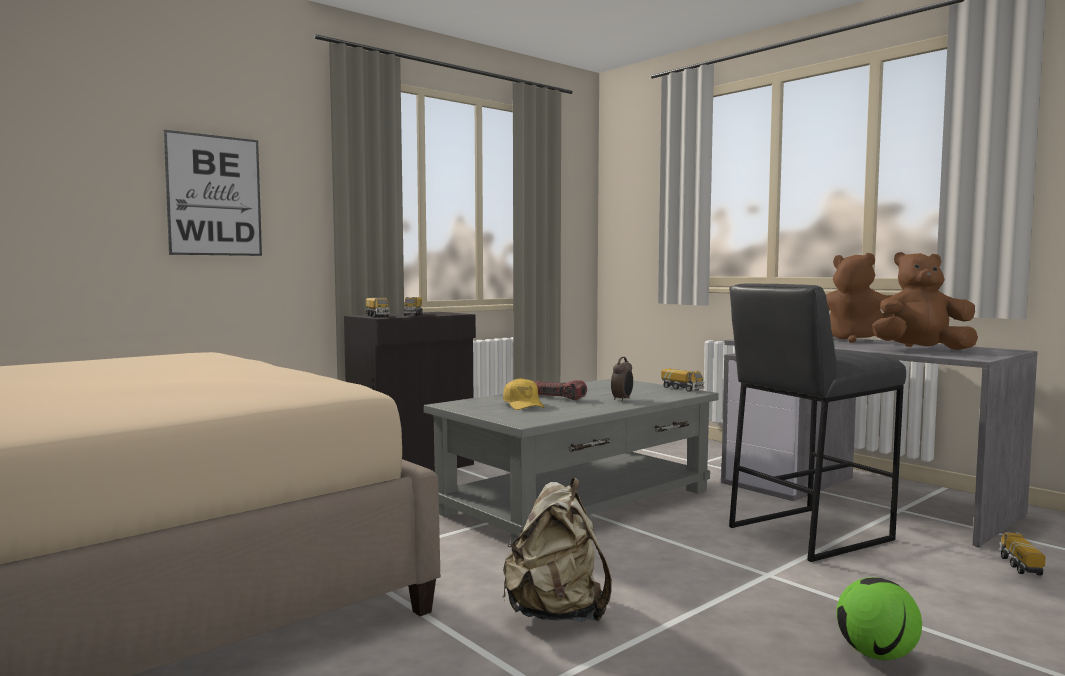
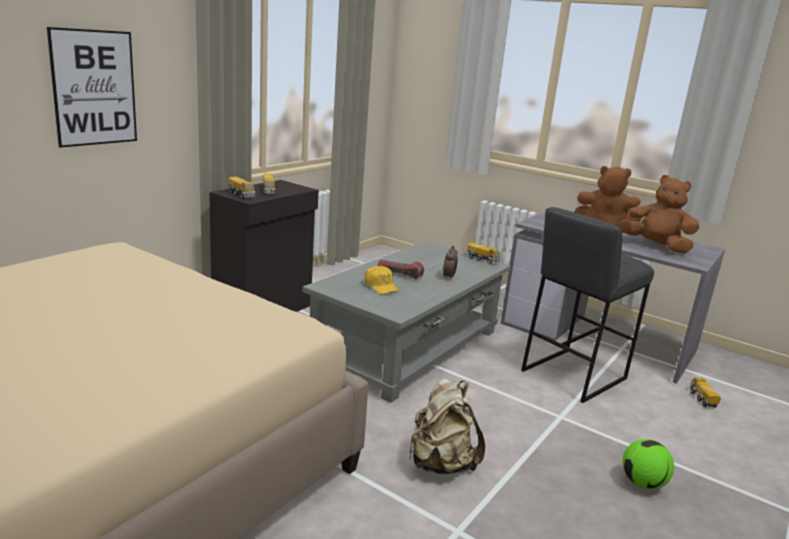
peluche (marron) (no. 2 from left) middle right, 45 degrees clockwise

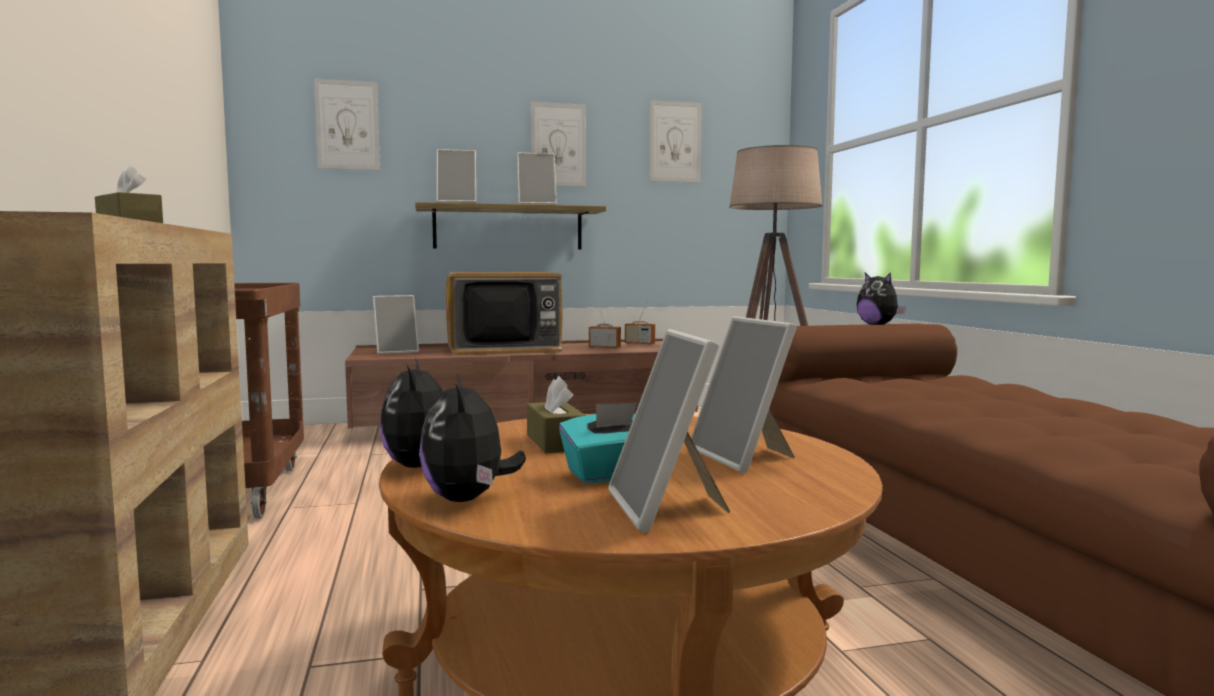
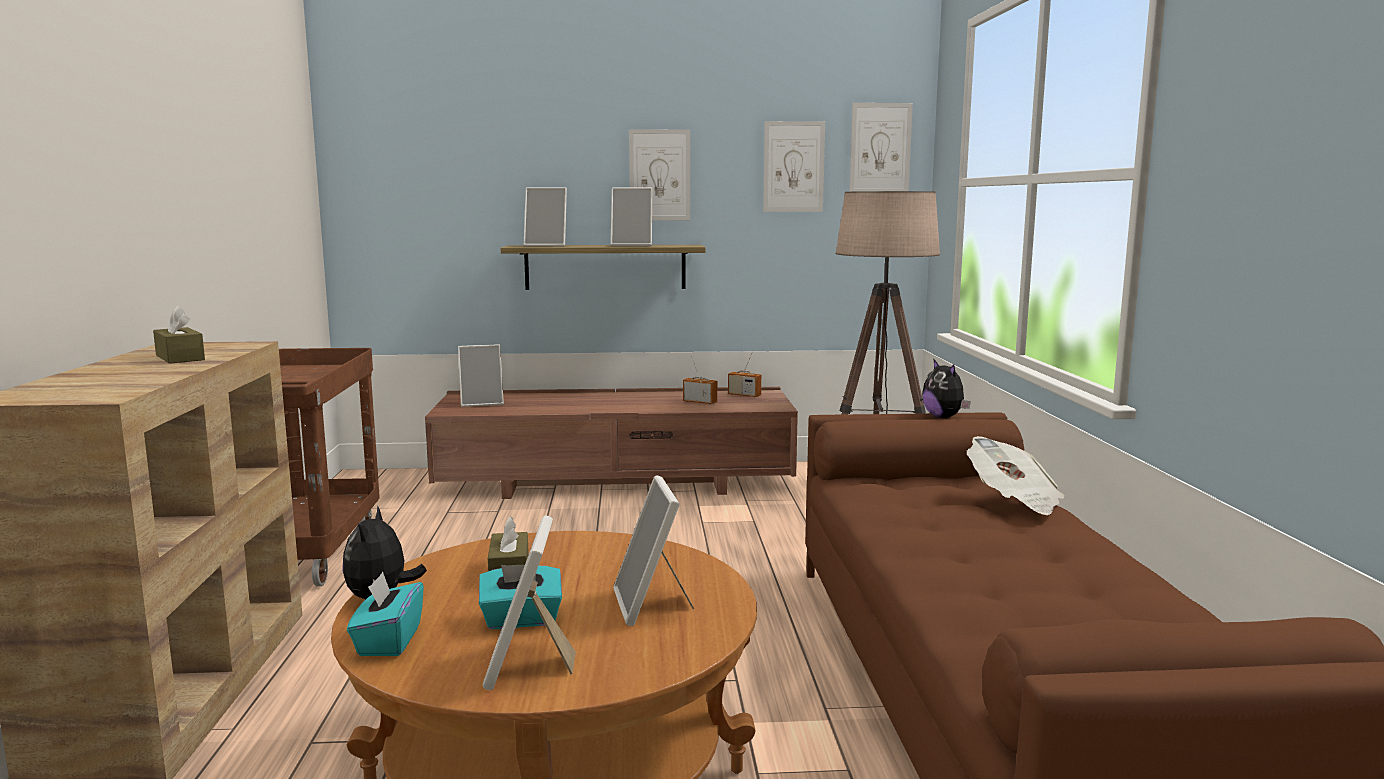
tableau (no. 1 from left in the first image) top left -> tableau (no. 3 from left) top centre, shifted
peluche (no. 2 from left) centre -> boîte à mouchoirs (turquoise) (no. 1 from left) bottom left
téléviseur centre -> none
none -> journal middle right

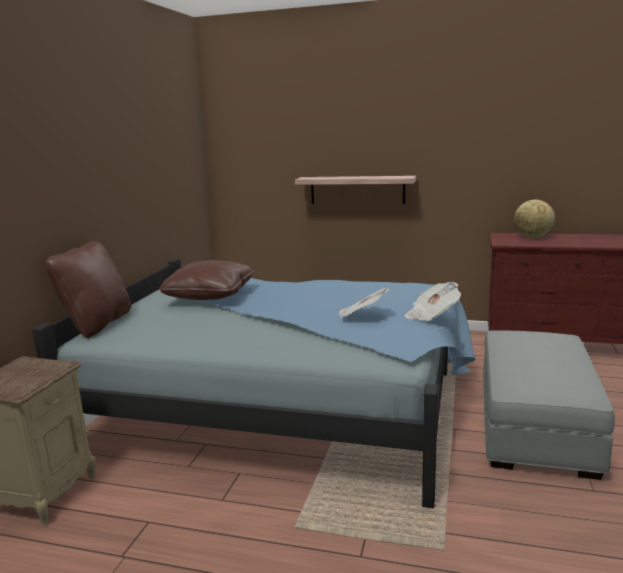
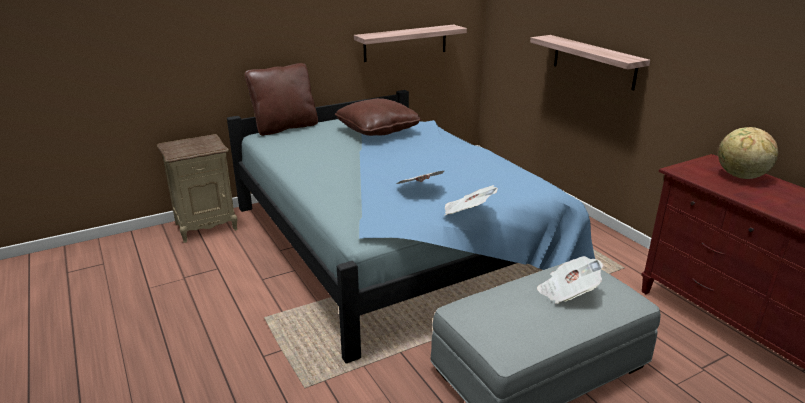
none -> étagère (no. 1 from left) top centre
none -> journal (no. 3 from left) bottom right

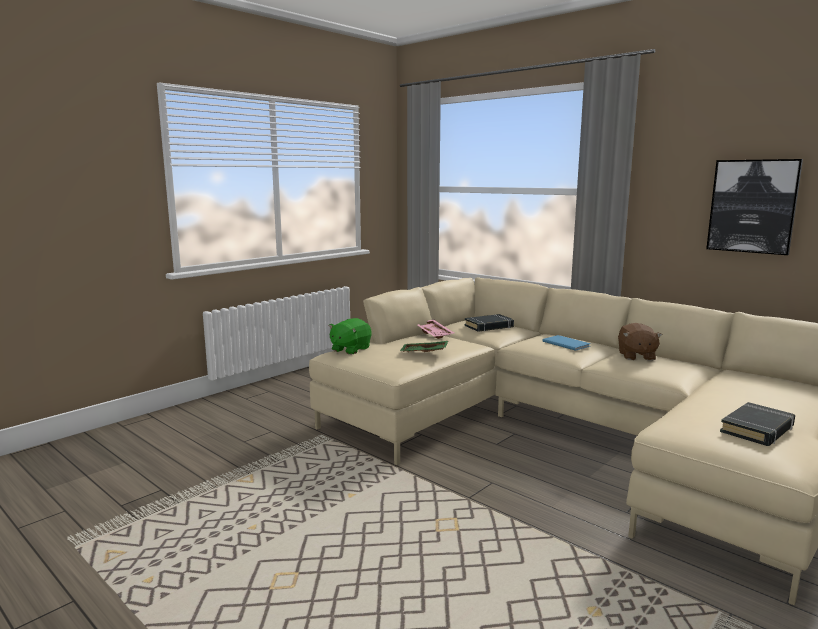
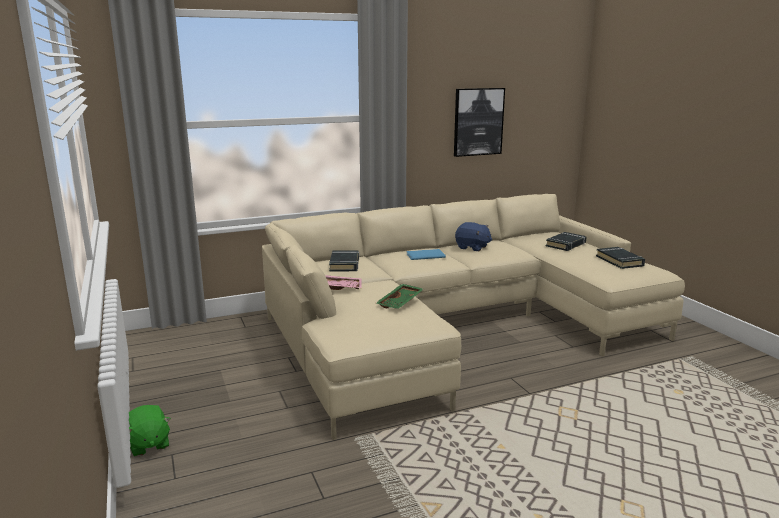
peluche (vert) centre -> peluche (vert) bottom left, shifted
peluche (marron) middle right -> peluche (bleu) centre
none -> livre (noir) (no. 2 from left) middle right

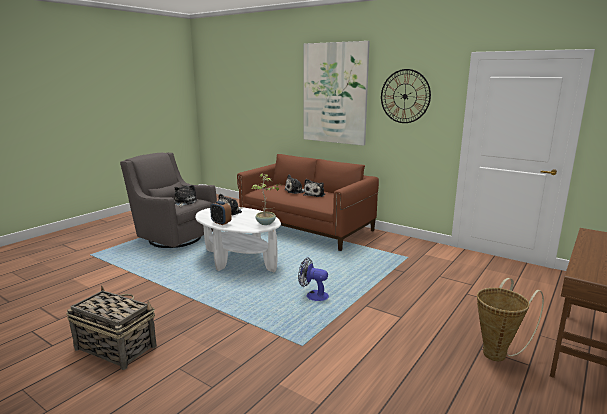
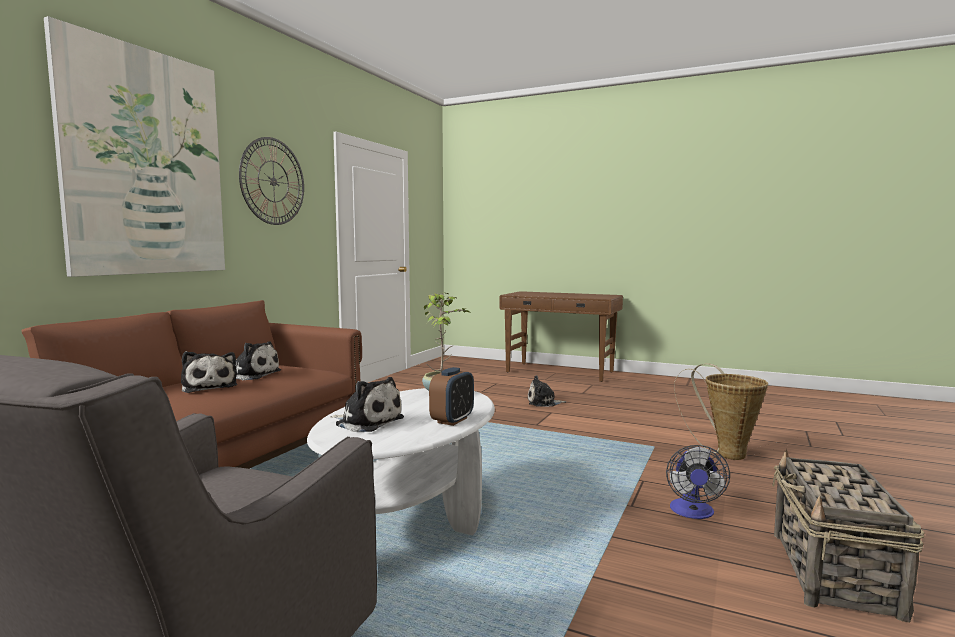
peluche (no. 1 from left in the first image) middle left -> peluche (no. 4 from left) centre, shifted
ventilateur bottom centre -> ventilateur bottom right, shifted
panier (no. 2 from left in the first image) bottom right -> panier (no. 1 from left) middle right, shifted

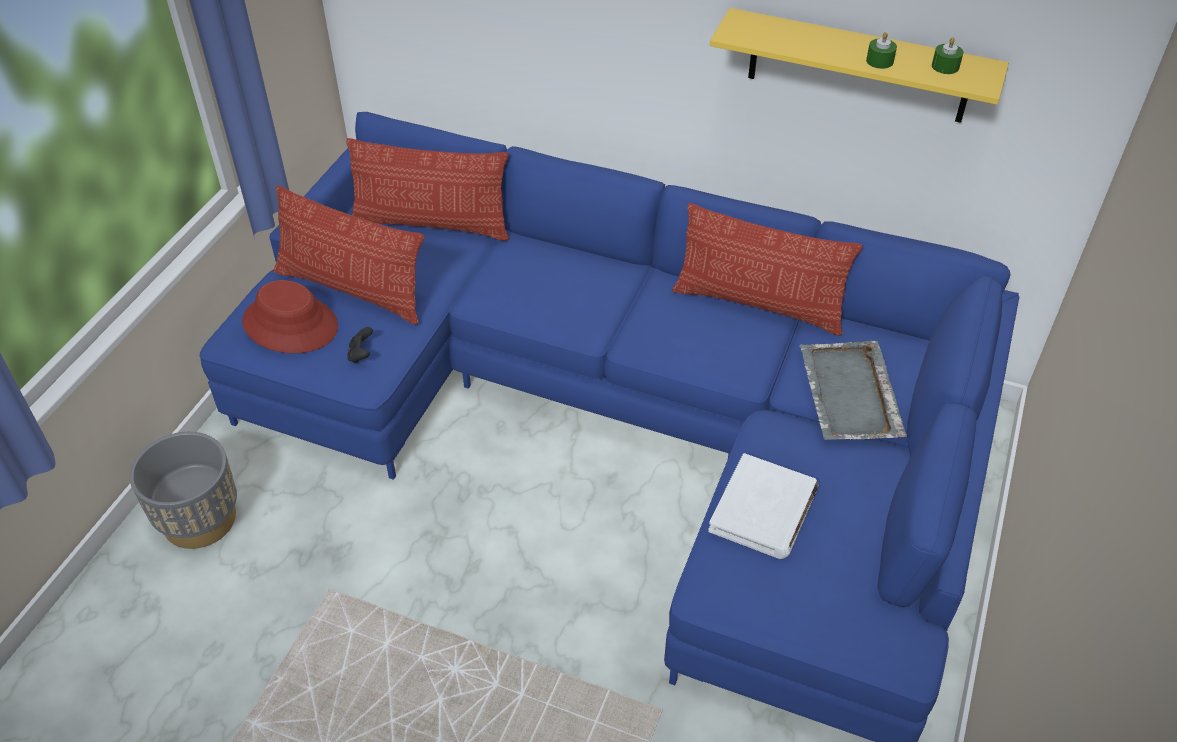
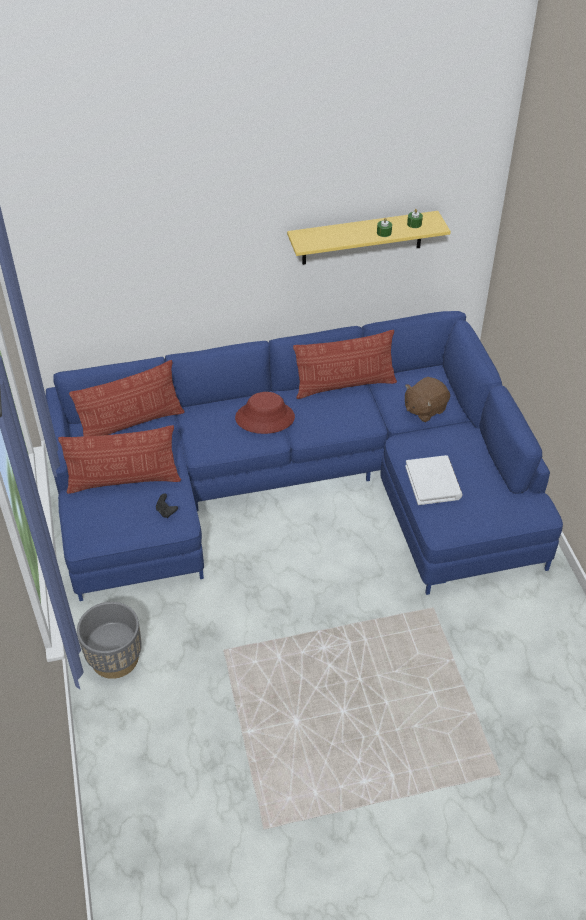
chapeau (rouge) middle left -> chapeau (rouge) centre, shifted
plateau (gris) middle right -> peluche (marron) middle right

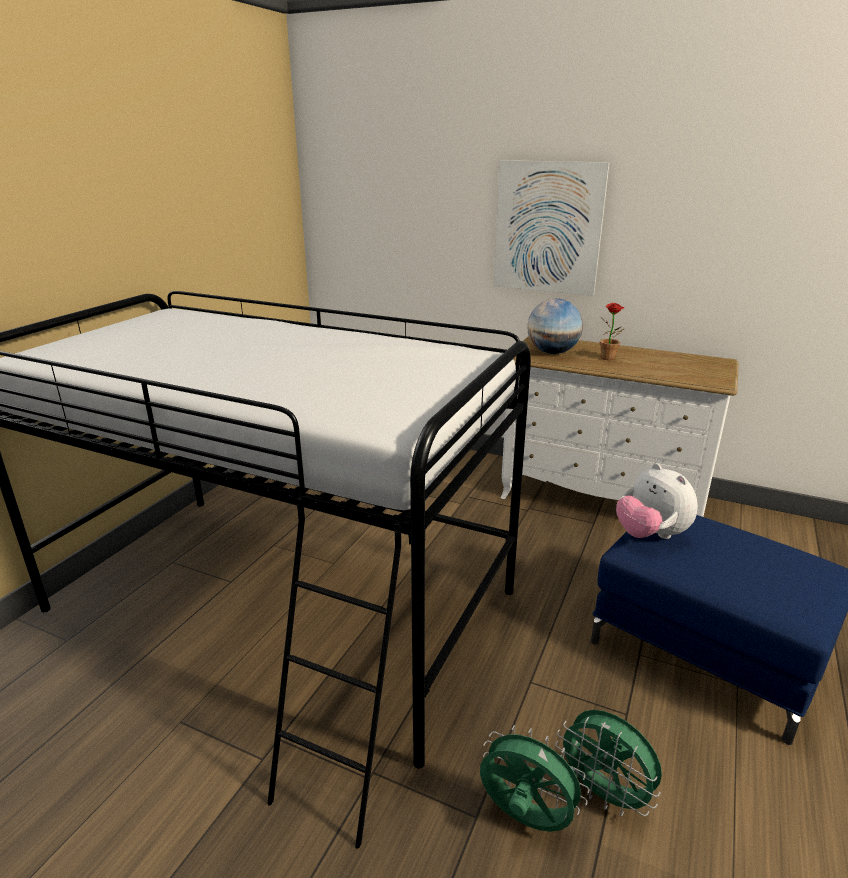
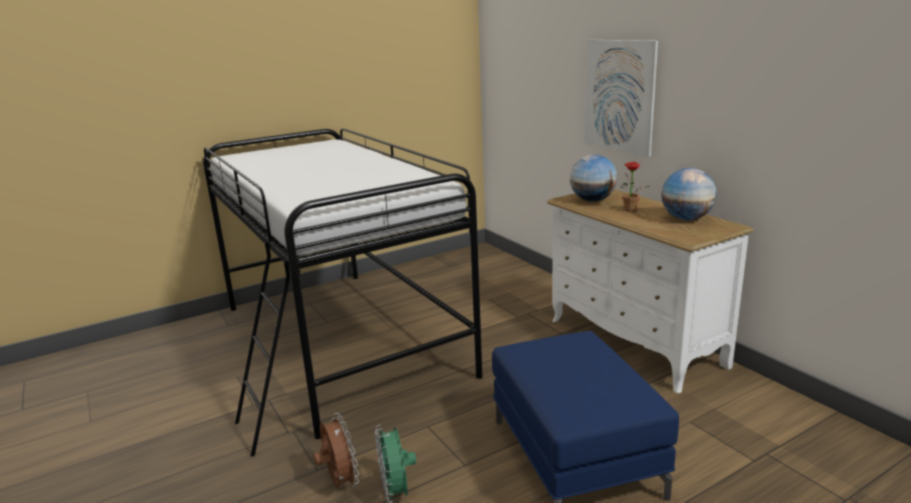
ventilateur (vert) (no. 1 from left) bottom centre -> ventilateur (marron) bottom centre
peluche middle right -> none
none -> globe (no. 2 from left) middle right

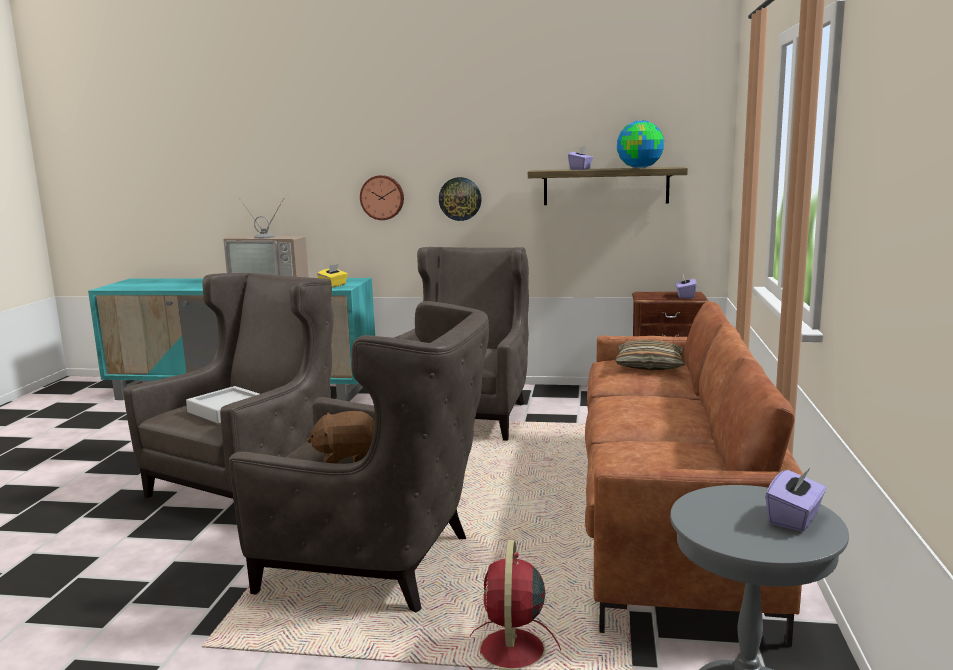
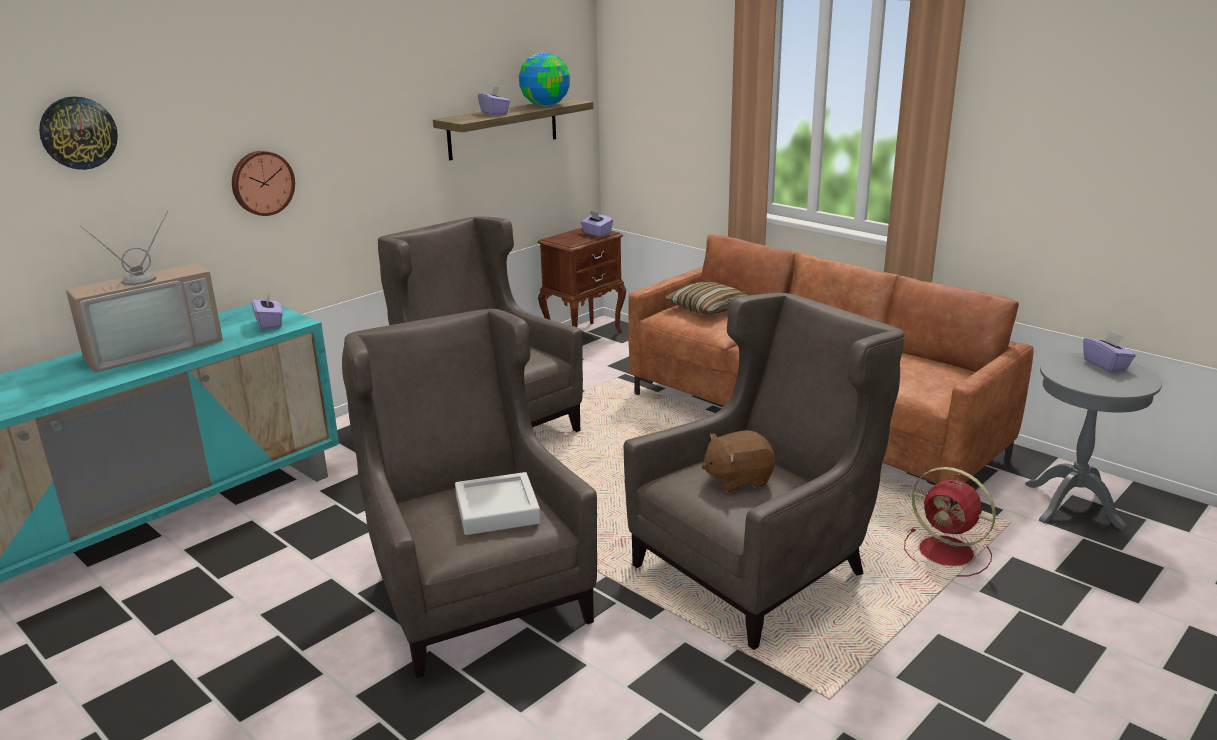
peluche (marron) centre, 45 degrees clockwise
boîte à mouchoirs (jaune) centre -> boîte à mouchoirs (violet) (no. 1 from left) middle left
horloge murale (no. 2 from left in the first image) top centre -> horloge murale (no. 1 from left) top left, shifted

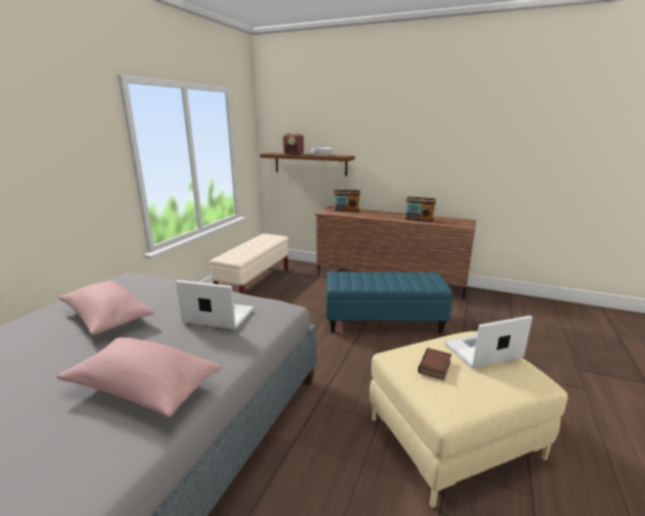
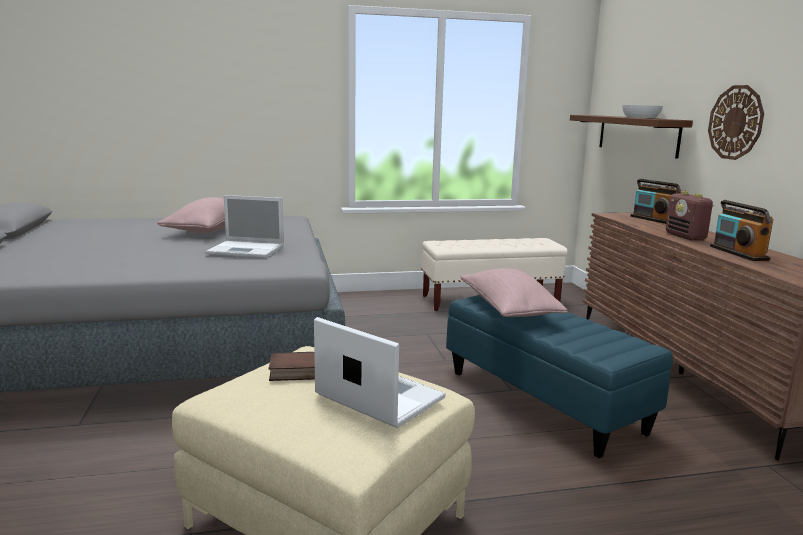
coussin (rose) (no. 2 from left) bottom left -> coussin (rose) (no. 2 from left) centre, shifted
ordinateur portable (no. 1 from left) centre -> ordinateur portable (no. 1 from left) middle left, 120 degrees clockwise
radio (no. 1 from left in the first image) top centre -> radio (no. 2 from left) middle right, shifted
none -> horloge murale top right

